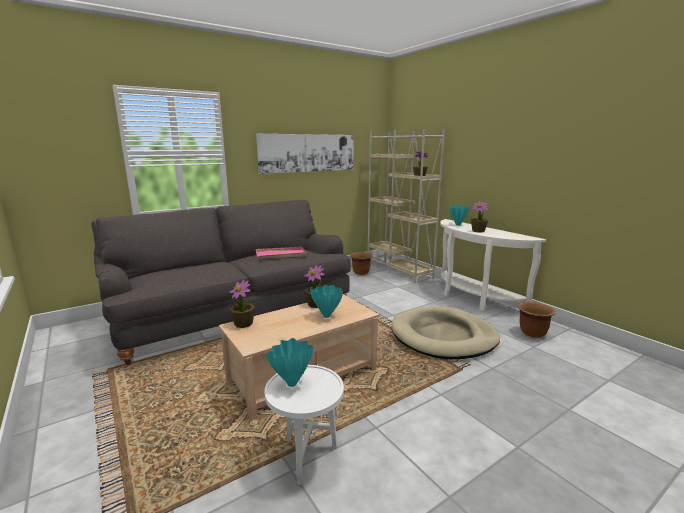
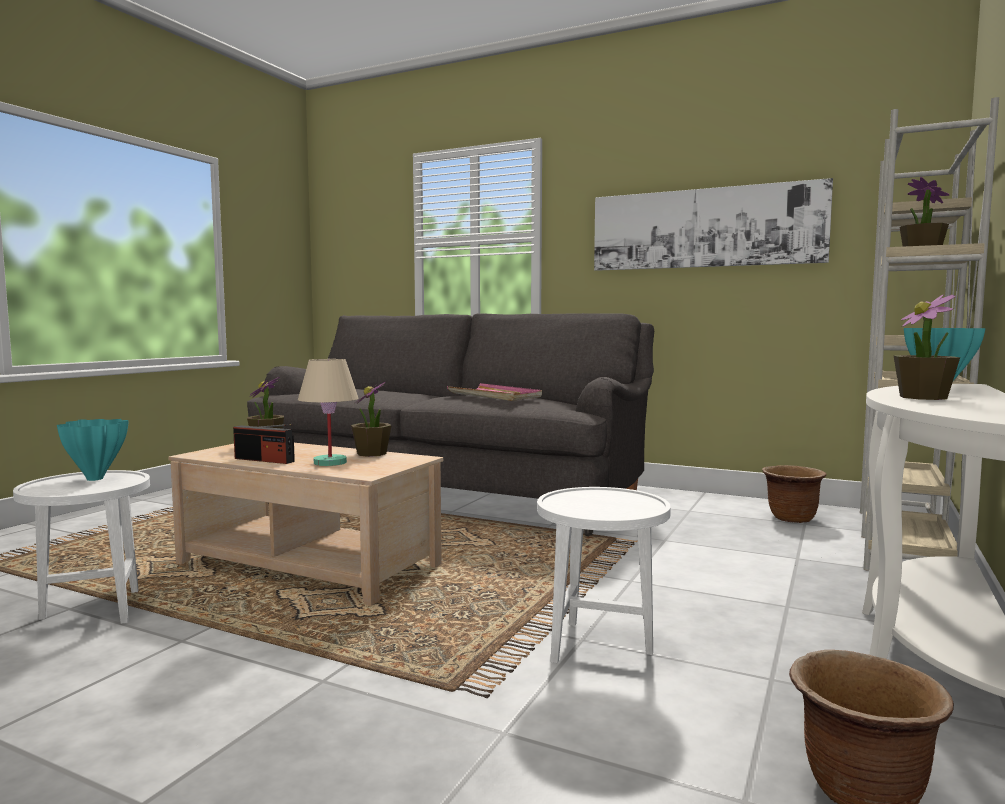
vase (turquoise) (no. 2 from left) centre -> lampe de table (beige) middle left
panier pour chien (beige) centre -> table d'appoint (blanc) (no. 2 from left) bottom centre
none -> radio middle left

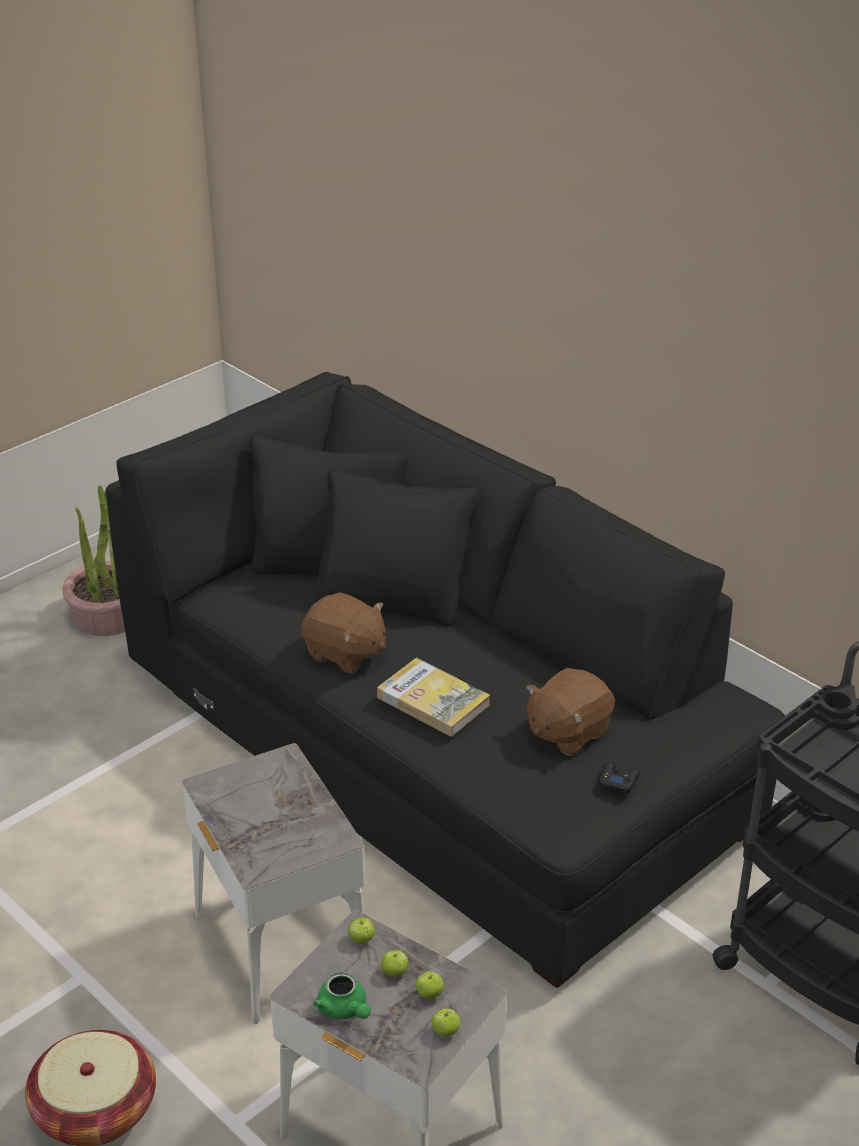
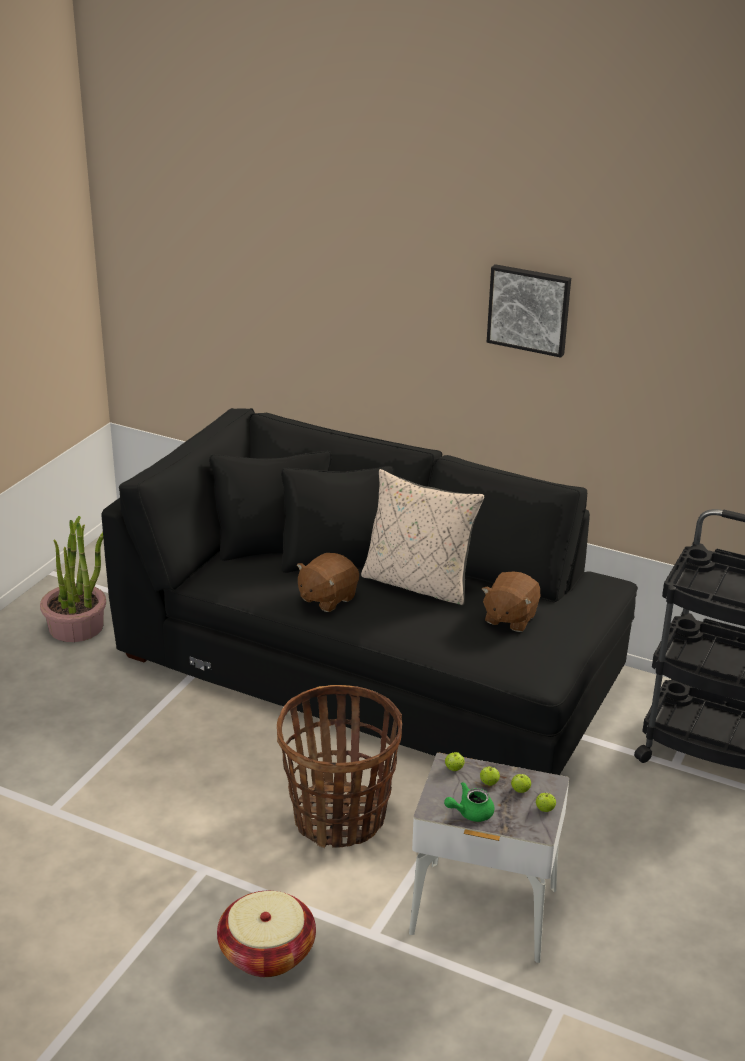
table d'appoint (no. 1 from left) bottom left -> panier (no. 2 from left) bottom centre
peluche (marron) (no. 1 from left) centre, 120 degrees clockwise
théière (vert) bottom centre, 120 degrees clockwise
livre centre -> none
manette (noir) bottom right -> none
none -> coussin (beige) centre
none -> tableau top right

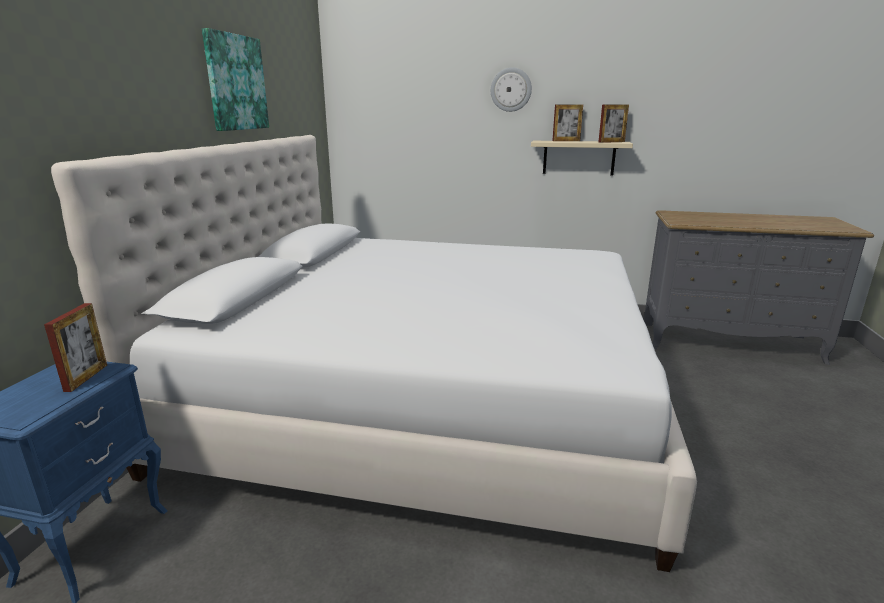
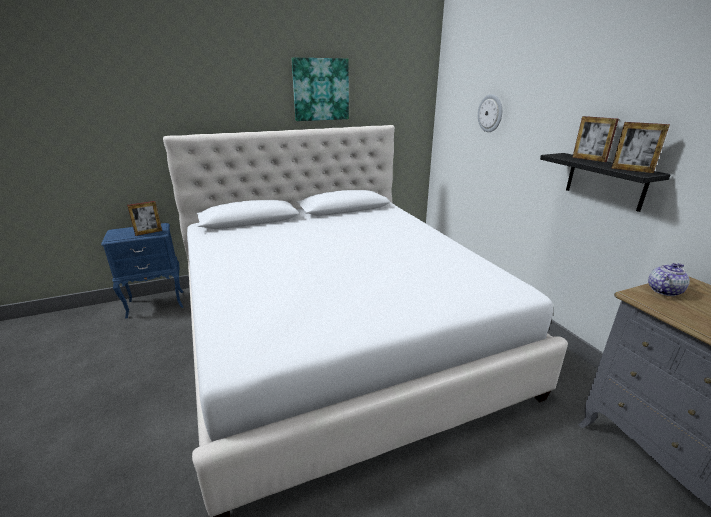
horloge murale top centre -> horloge murale top right, shifted
étagère (beige) top centre -> étagère (noir) middle right
none -> théière middle right

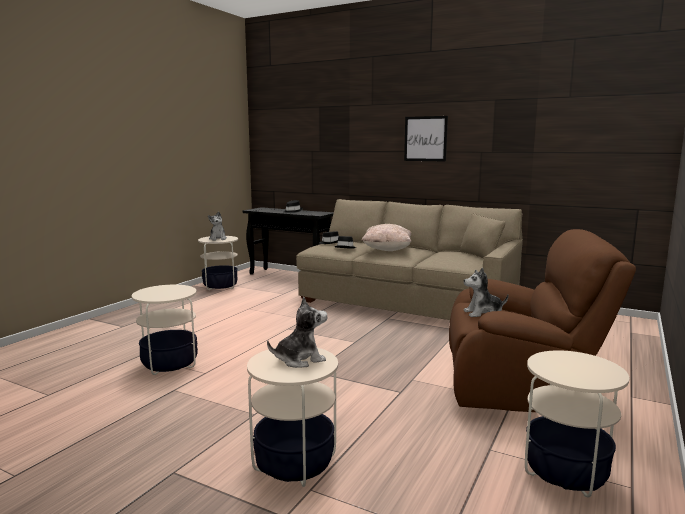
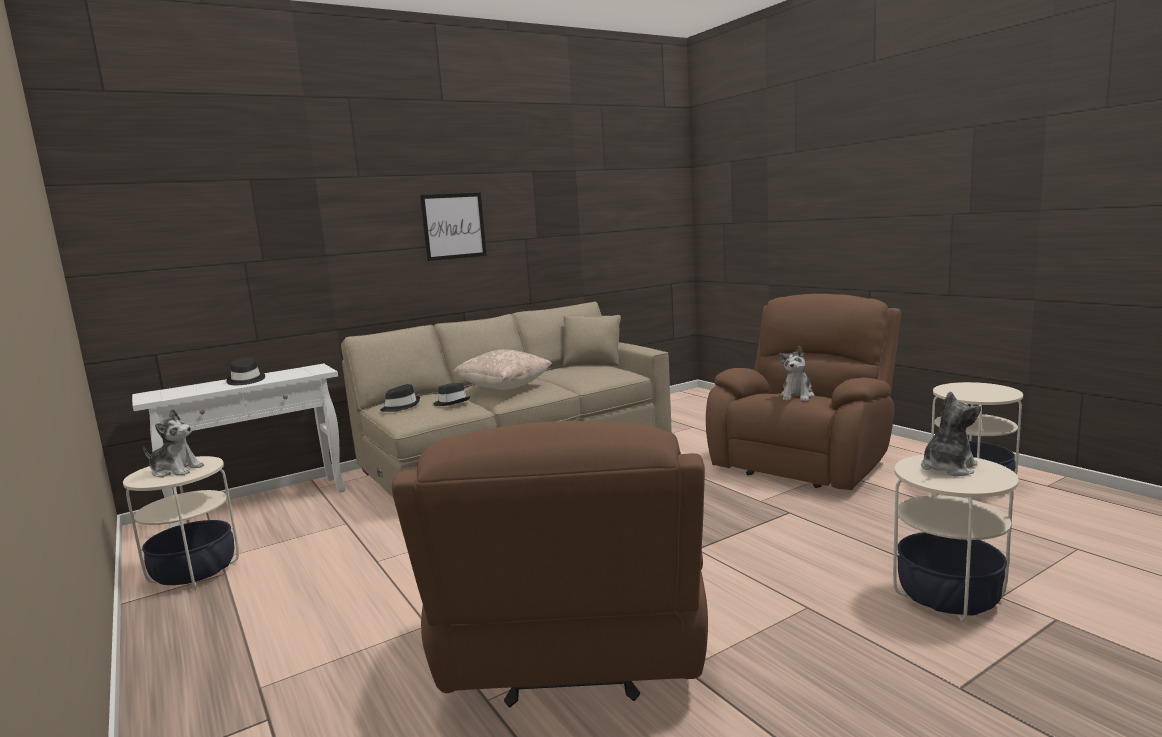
table d'appoint (beige) (no. 1 from left) middle left -> fauteuil (marron) (no. 1 from left) bottom centre
table console (noir) centre -> table console (blanc) middle left
peluche (no. 2 from left in the first image) centre -> peluche (no. 3 from left) middle right, 45 degrees clockwise

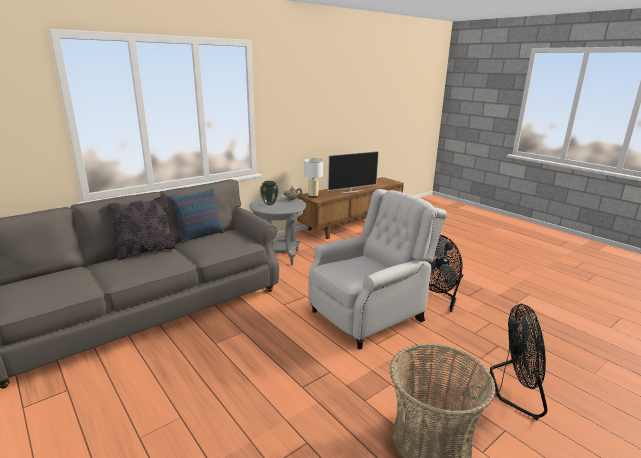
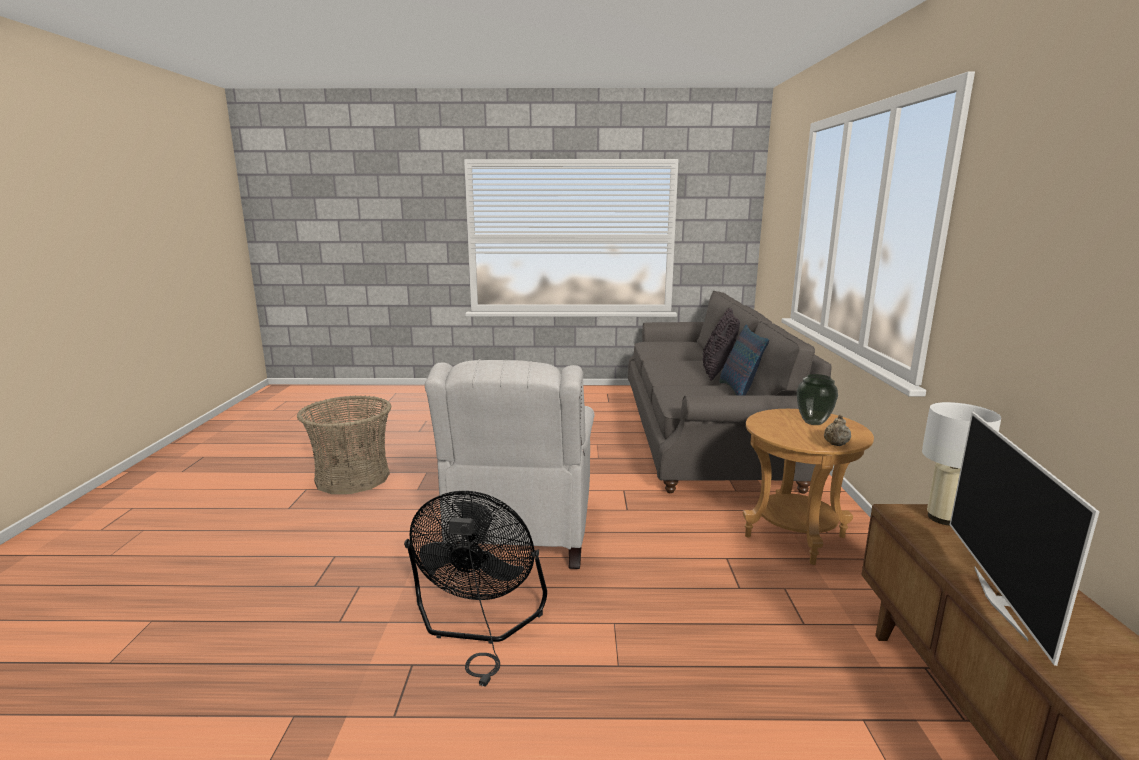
table d'appoint (gris) centre -> table d'appoint (marron) middle right
ventilateur (noir) (no. 2 from left) bottom right -> none

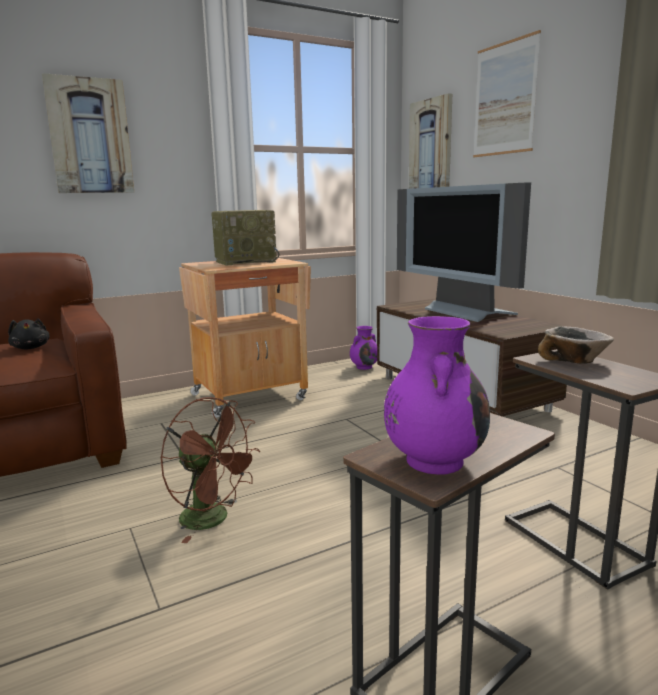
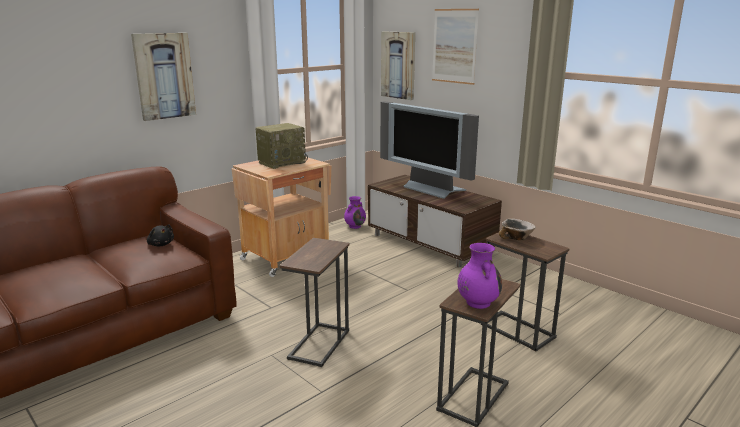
ventilateur (marron) bottom left -> table d'appoint (marron) (no. 1 from left) bottom centre

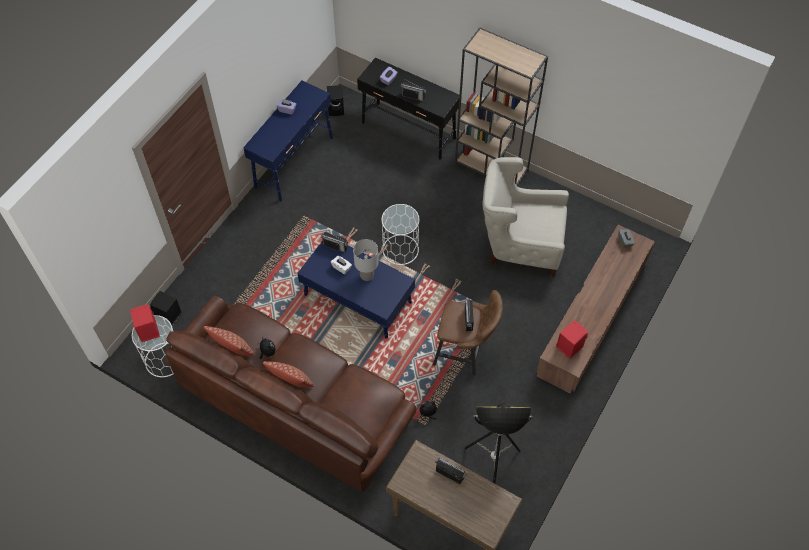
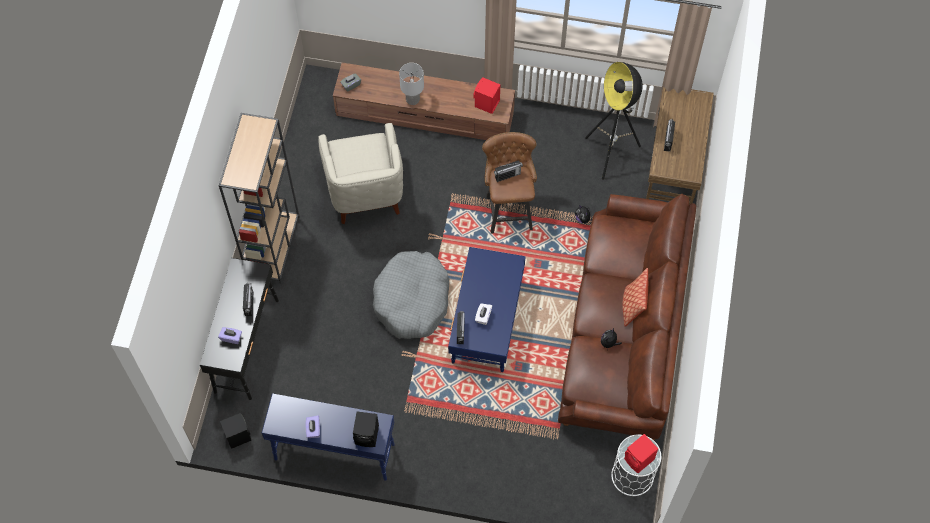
enceinte (noir) (no. 1 from left in the first image) middle left -> enceinte (noir) (no. 2 from left) bottom centre, shifted
coussin (no. 1 from left) middle left -> none
lampe de table (gris) centre -> lampe de table (gris) top centre, shifted
table d'appoint (blanc) (no. 2 from left) centre -> panier pour chien (gris) centre

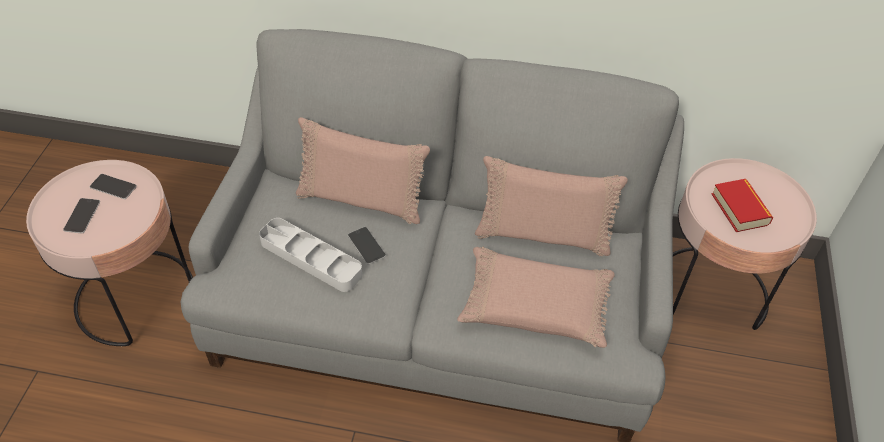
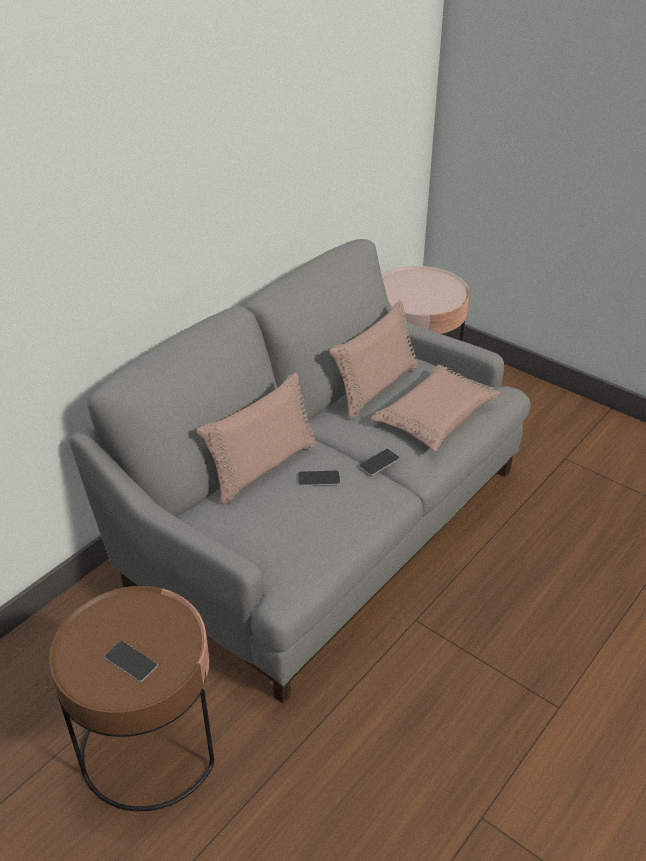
table d'appoint (rose) (no. 1 from left) middle left -> table d'appoint (marron) bottom left
téléphone (no. 2 from left in the first image) middle left -> téléphone (no. 3 from left) centre, shifted
plateau (gris) centre -> none
livre middle right -> none

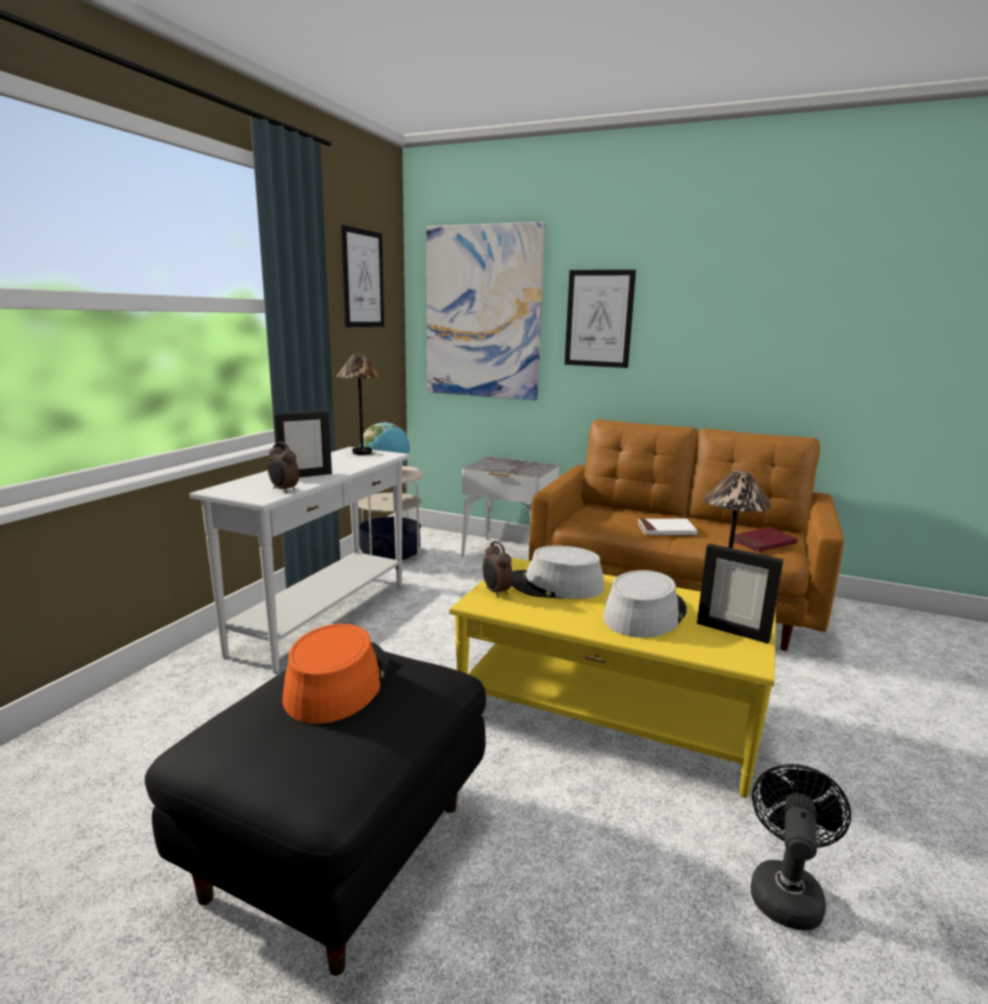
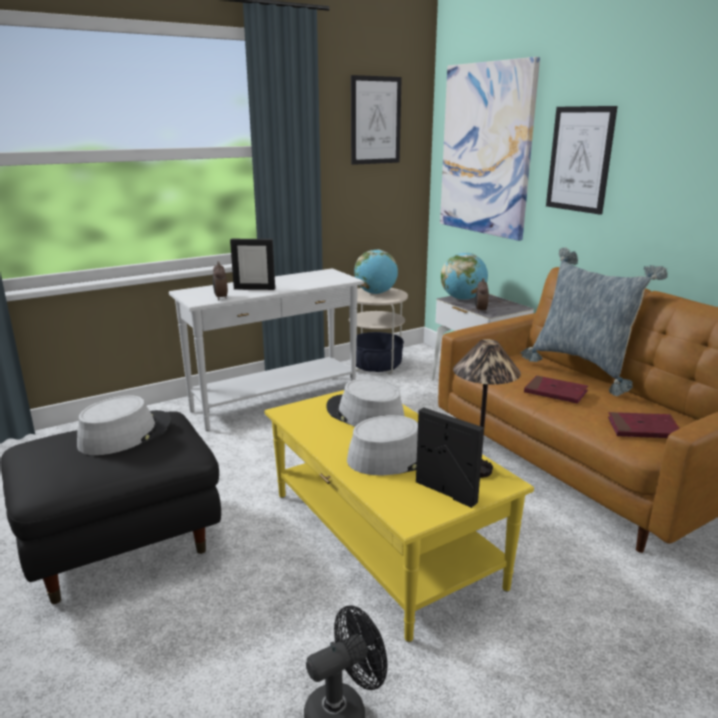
chapeau (orange) bottom centre -> chapeau (gris) (no. 1 from left) middle left
lampe de table (no. 1 from left) centre -> none
réveil (no. 2 from left) centre -> réveil (no. 2 from left) middle right, shifted
livre (blanc) middle right -> livre (rouge) (no. 1 from left) middle right
cadre photo (no. 2 from left) middle right -> cadre photo (no. 2 from left) centre, 150 degrees clockwise
none -> globe (no. 2 from left) centre
none -> coussin middle right

